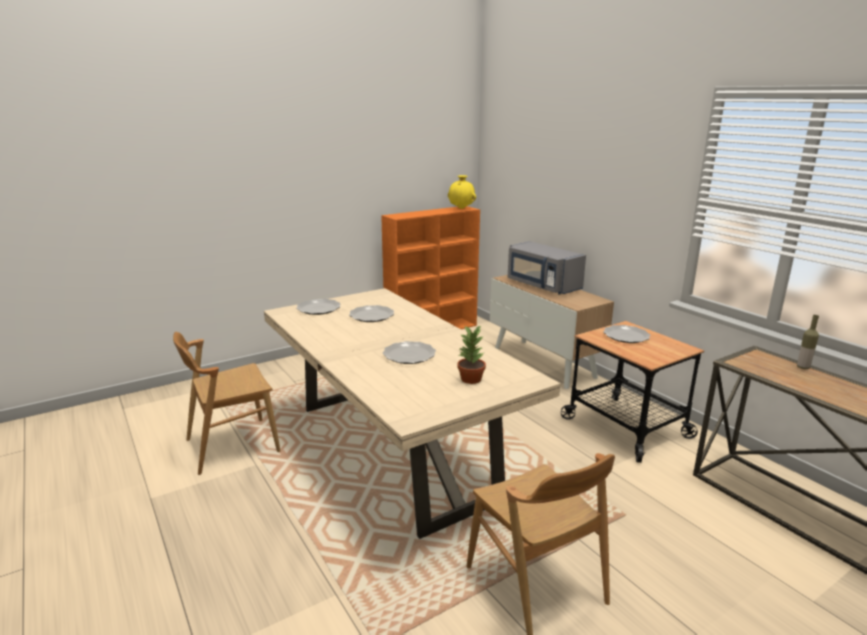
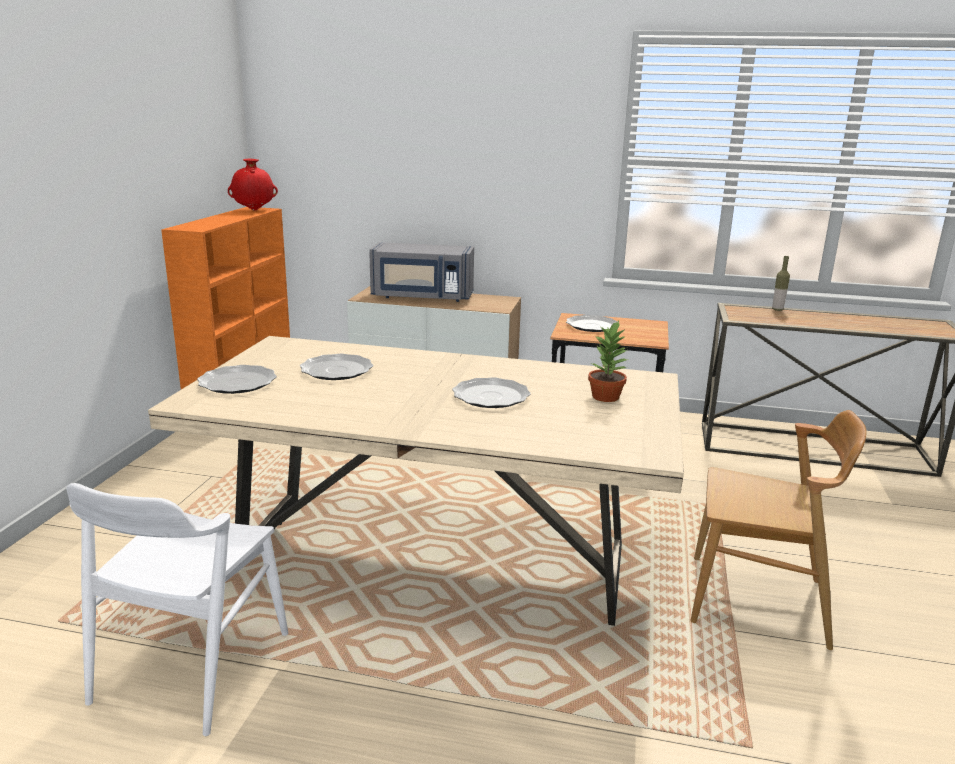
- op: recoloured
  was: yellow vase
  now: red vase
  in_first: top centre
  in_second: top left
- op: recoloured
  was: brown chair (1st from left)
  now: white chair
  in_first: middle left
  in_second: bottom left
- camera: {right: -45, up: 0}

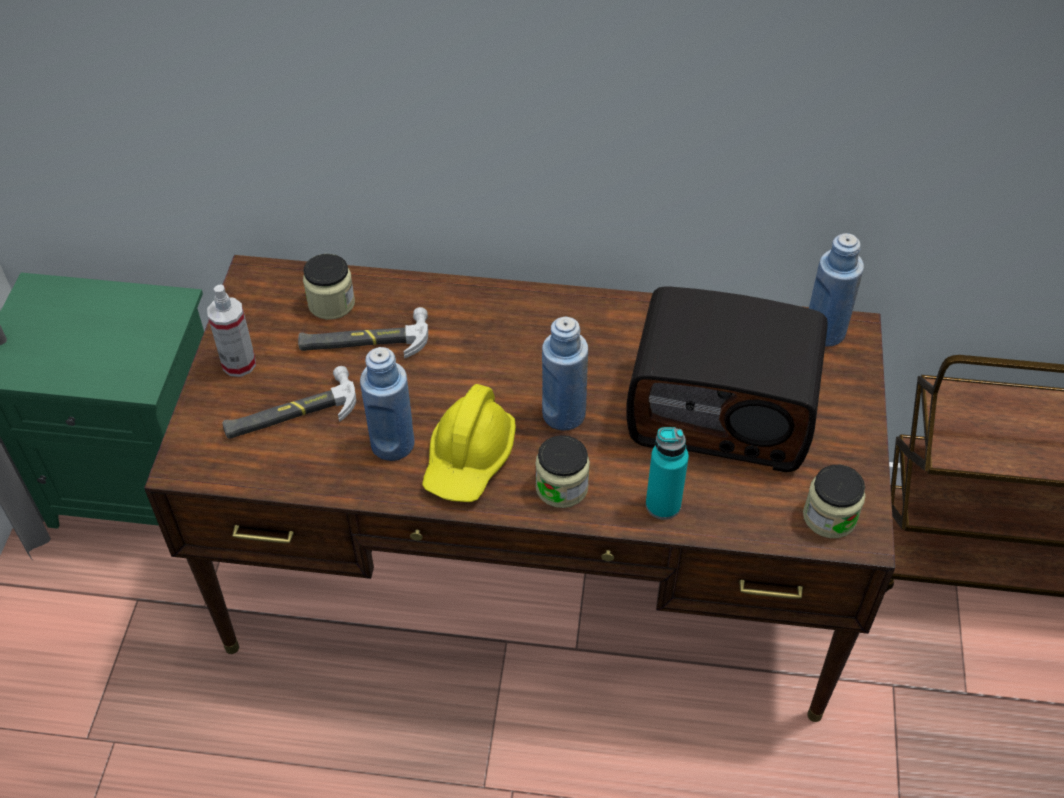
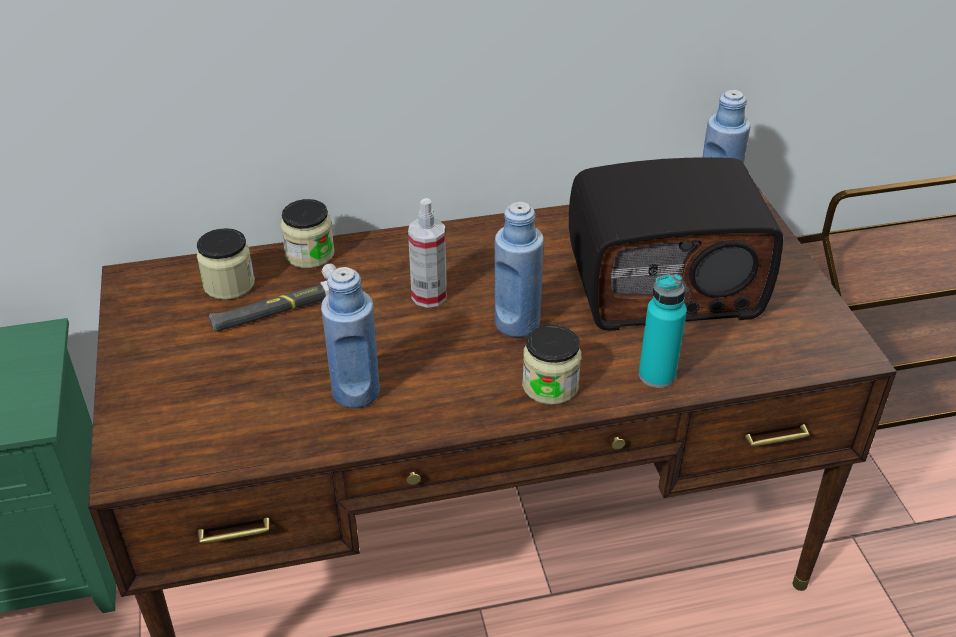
- op: moved
  was: spray bottle
  in_first: middle left
  in_second: centre
- op: removed
  was: hammer (1st from left)
  in_first: middle left
- op: removed
  was: yellow hard hat
  in_first: centre
- op: moved
  was: jar (3rd from left in the first image)
  now: jar (2nd from left)
  in_first: middle right
  in_second: middle left
- camera: {right: -20, up: -10}

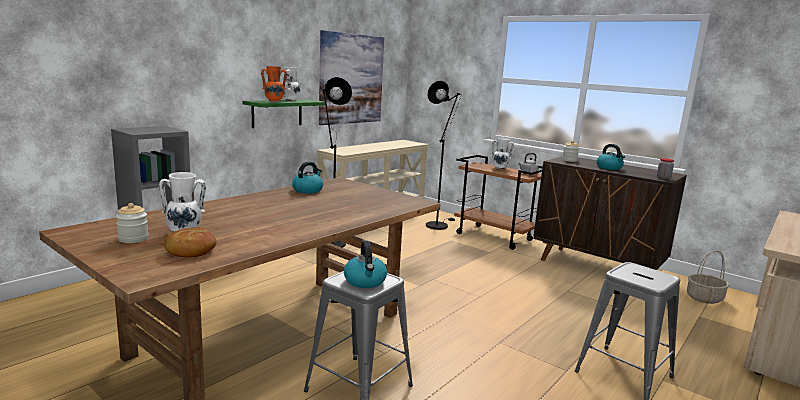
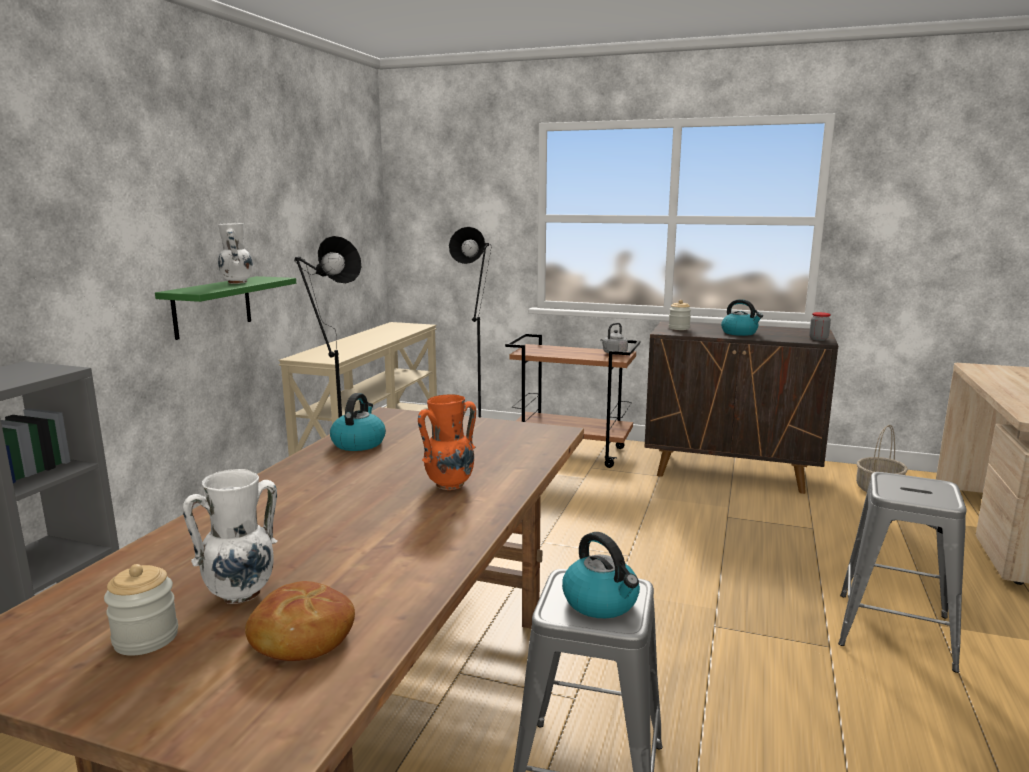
- op: removed
  was: picture
  in_first: top centre
- op: moved
  was: orange vase
  in_first: top centre
  in_second: centre
- op: removed
  was: white vase (3rd from left)
  in_first: centre
- camera: {right: -20, up: 0}

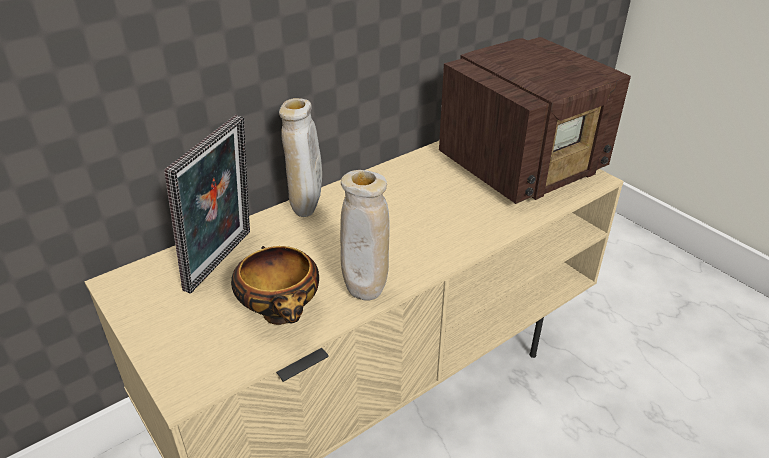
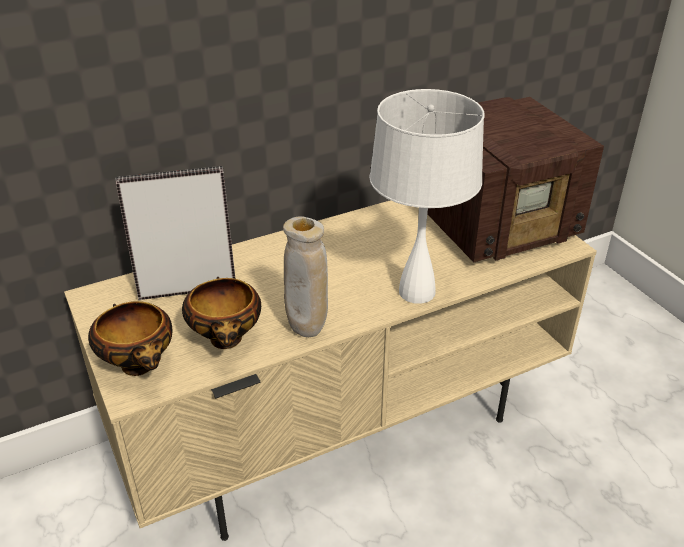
- op: removed
  was: beige vase (1st from left)
  in_first: centre
- op: turned
  was: picture frame
  in_first: middle left
  in_second: middle left
  clockwise: -135
- op: added
  now: white table lamp
  in_second: centre
- op: added
  now: bowl (1st from left)
  in_second: middle left
- camera: {right: 10, up: 0}

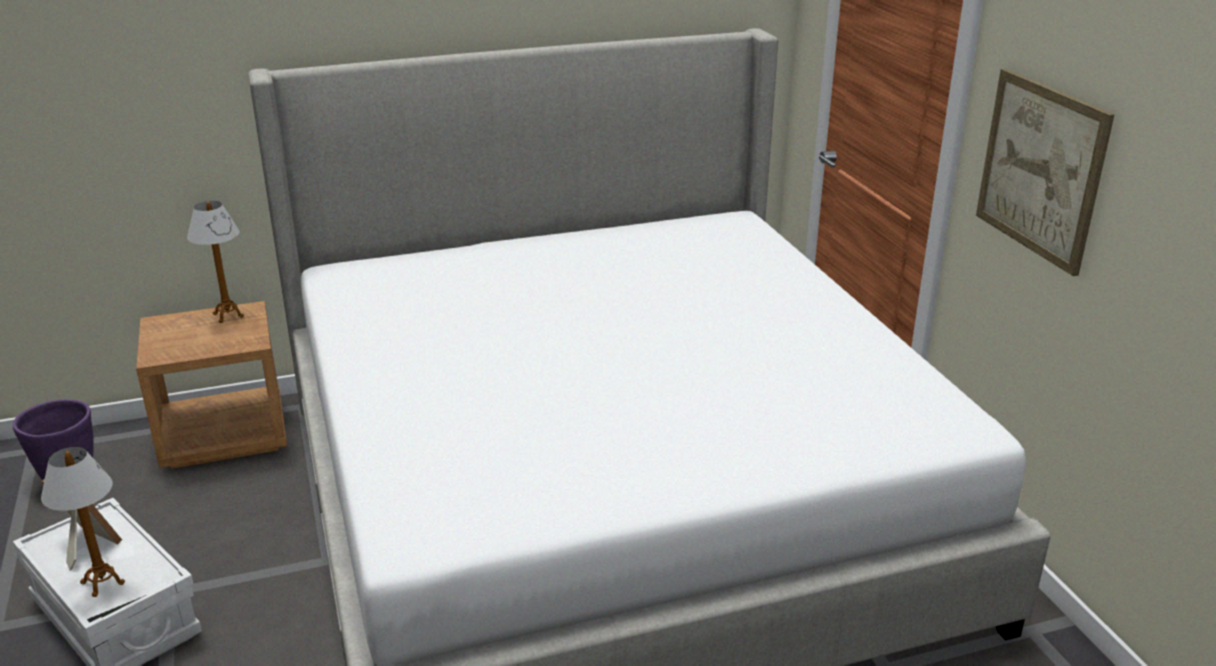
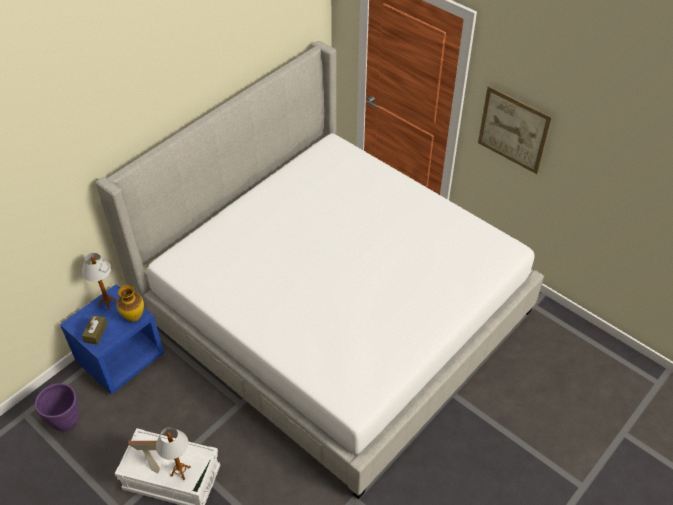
- op: recoloured
  was: brown nightstand
  now: blue nightstand
  in_first: middle left
  in_second: bottom left
- op: added
  now: vase
  in_second: middle left
- op: added
  now: brown tissue box
  in_second: middle left
- camera: {right: -30, up: 20}

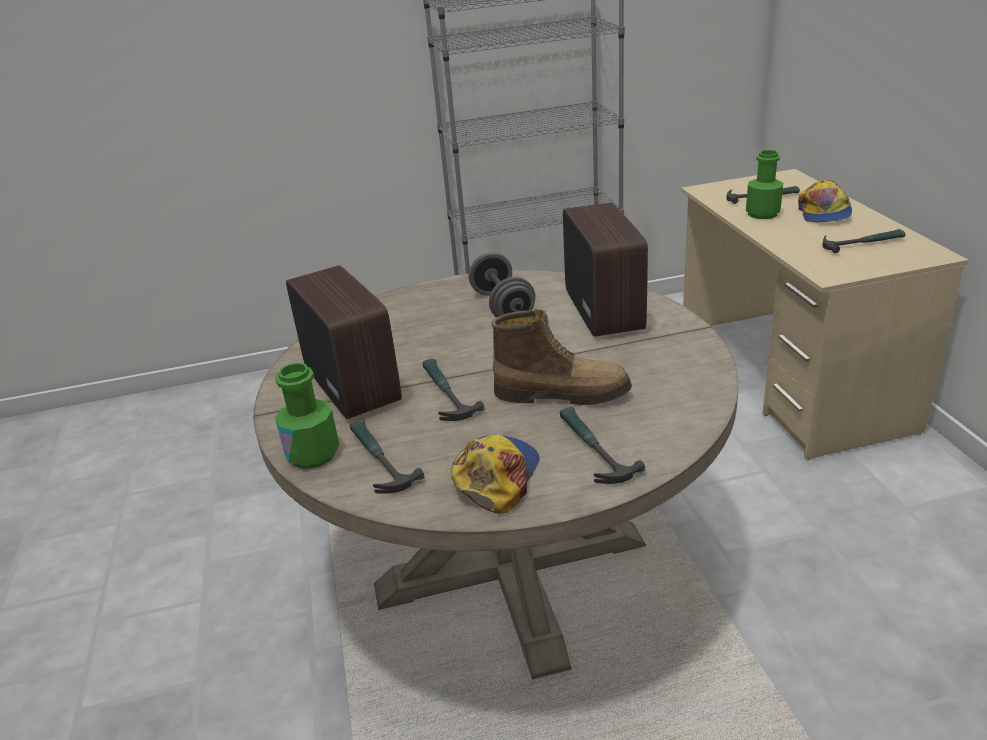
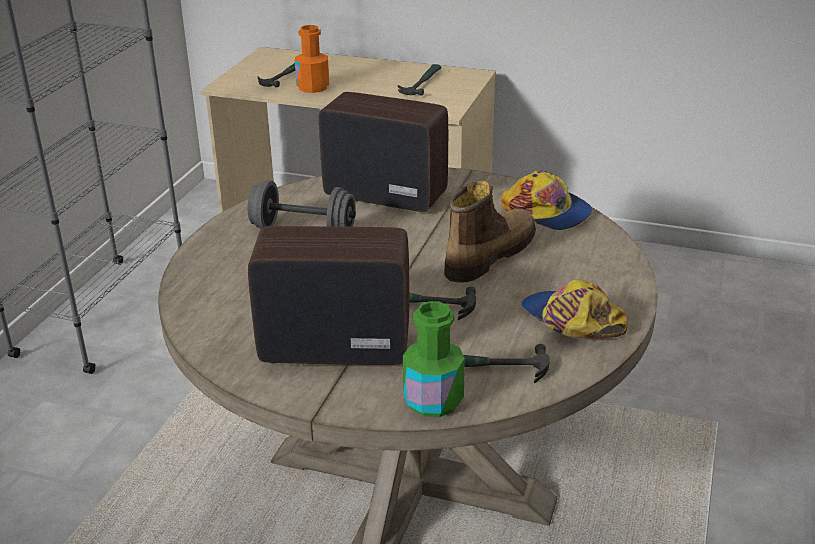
- op: recoloured
  was: green bottle (2nd from left)
  now: orange bottle
  in_first: top right
  in_second: top centre
- op: moved
  was: cap (2nd from left in the first image)
  now: cap (1st from left)
  in_first: top right
  in_second: middle right
- op: removed
  was: hammer (3rd from left)
  in_first: centre
- camera: {right: -60, up: 0}

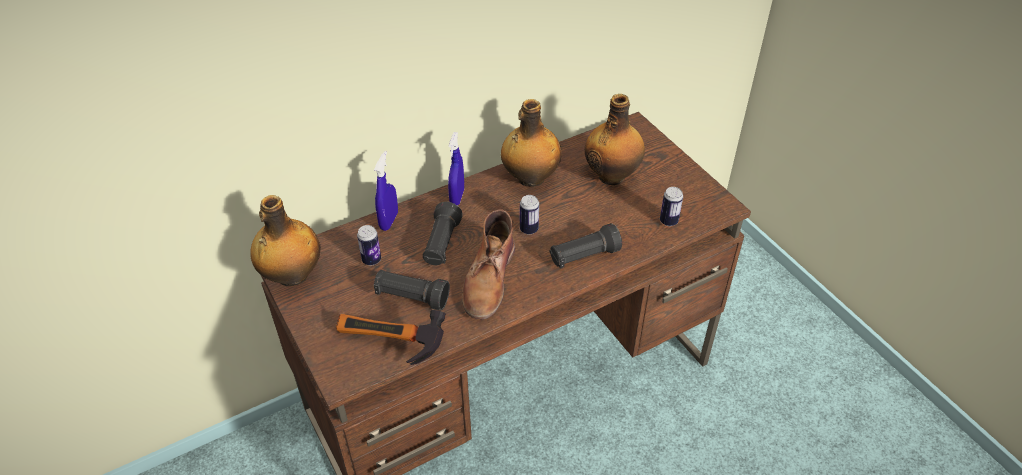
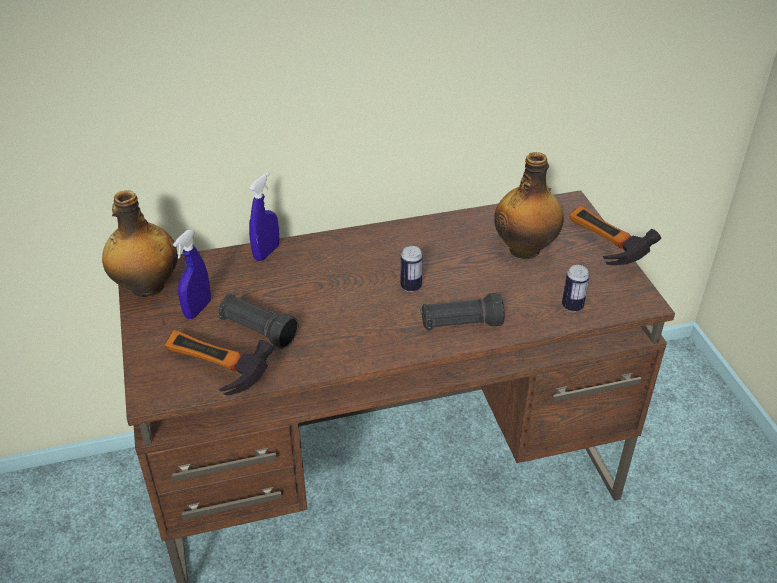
- op: removed
  was: bottle (2nd from left)
  in_first: top centre
- op: moved
  was: blue spray bottle (2nd from left in the first image)
  now: blue spray bottle (1st from left)
  in_first: centre
  in_second: middle left
- op: removed
  was: black flashlight (2nd from left)
  in_first: centre
- op: removed
  was: brown boot
  in_first: centre
- op: removed
  was: can (1st from left)
  in_first: centre
- op: added
  now: hammer (2nd from left)
  in_second: middle right
- camera: {right: 15, up: -5}

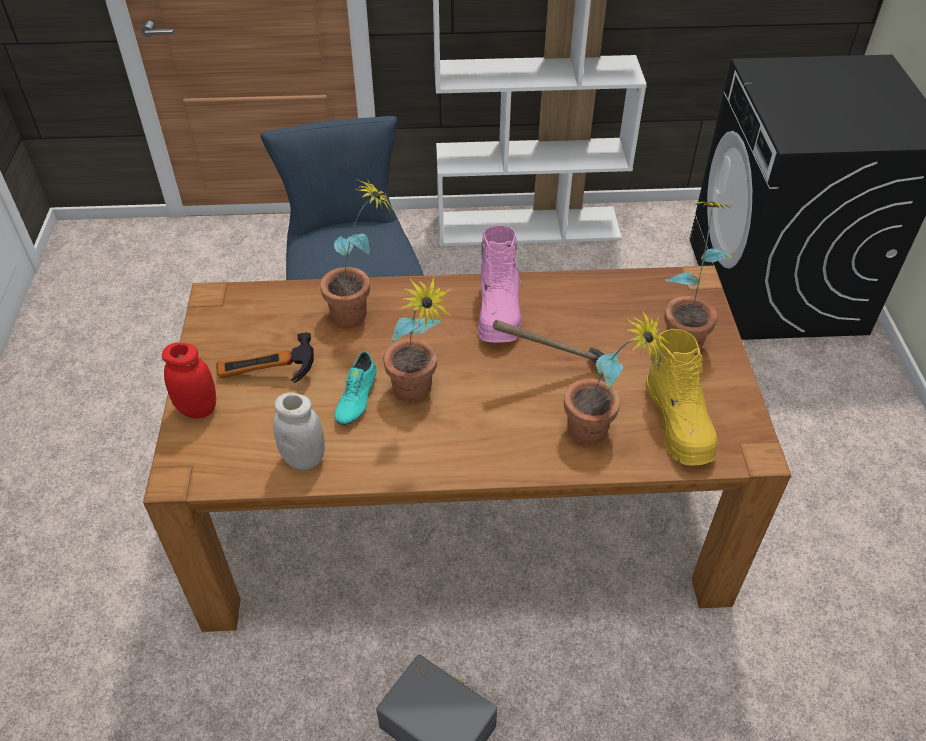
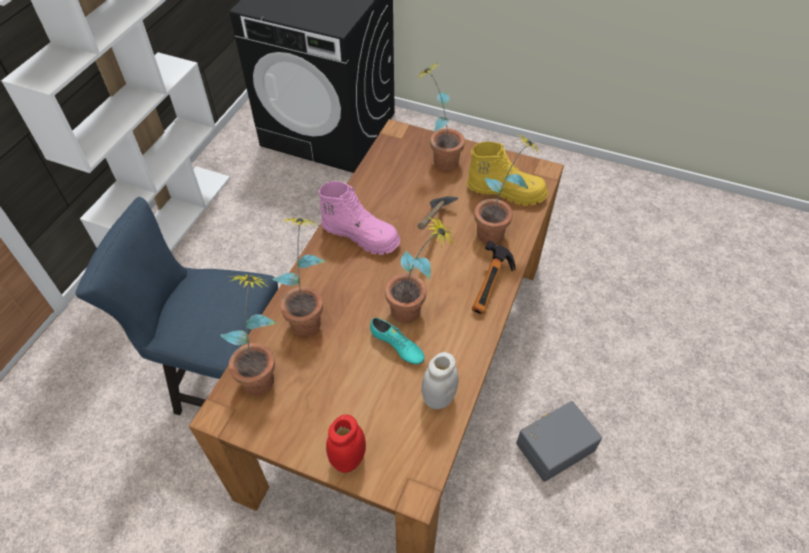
- op: moved
  was: hammer (1st from left in the first image)
  now: hammer (2nd from left)
  in_first: middle left
  in_second: centre
- op: added
  now: potted plant (1st from left)
  in_second: middle left
- camera: {right: -65, up: 5}

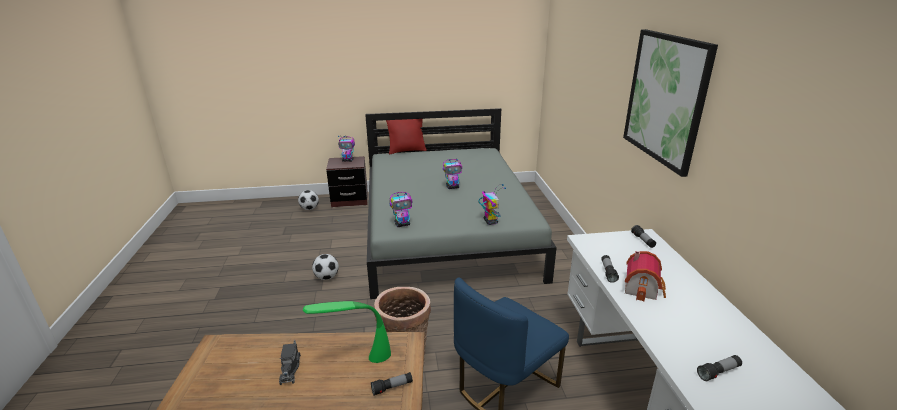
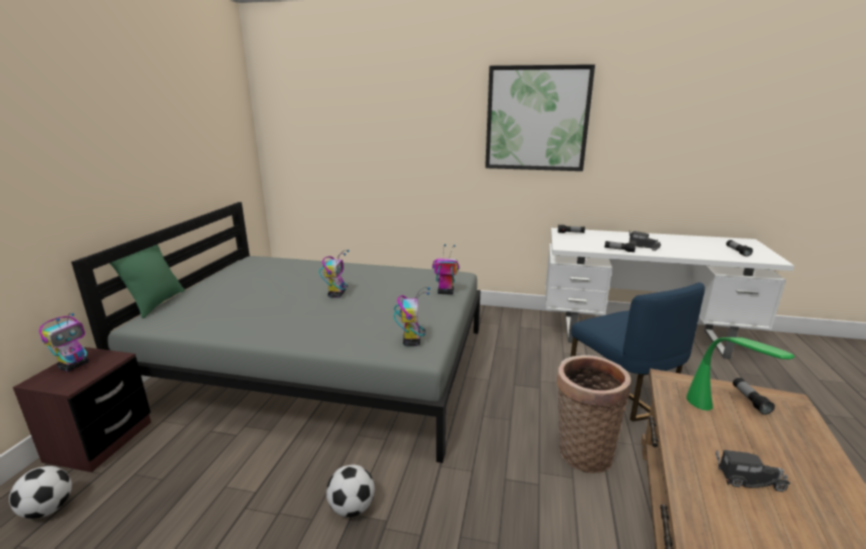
- op: recoloured
  was: red pillow
  now: green pillow
  in_first: centre
  in_second: middle left
- op: replaced
  was: toy house
  now: toy truck (1st from left)
  in_first: bottom right
  in_second: middle right
- camera: {right: -70, up: -5}

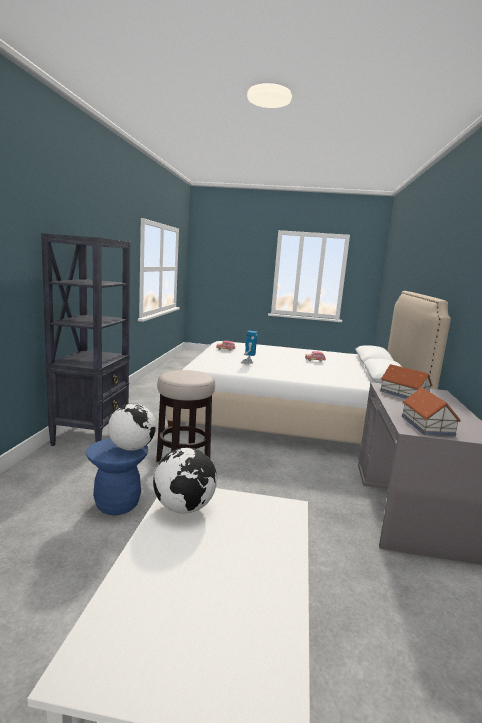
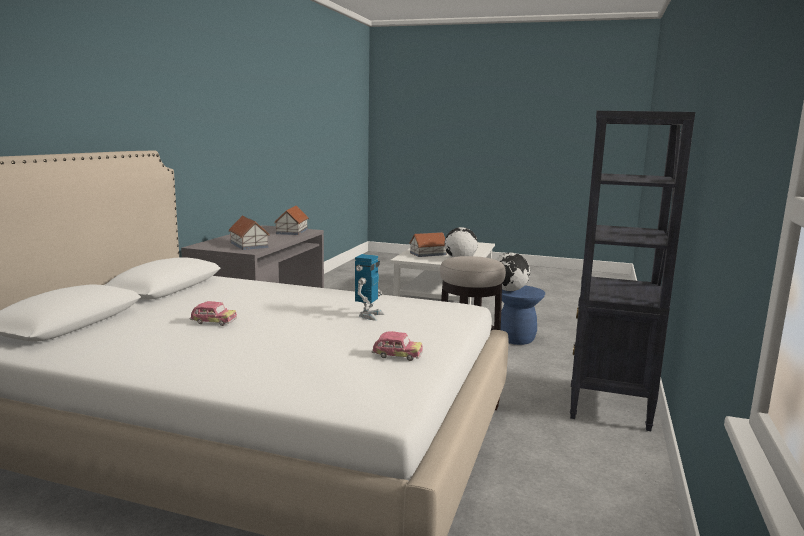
- op: added
  now: toy house (3rd from left)
  in_second: centre
- camera: {right: -170, up: 0}

